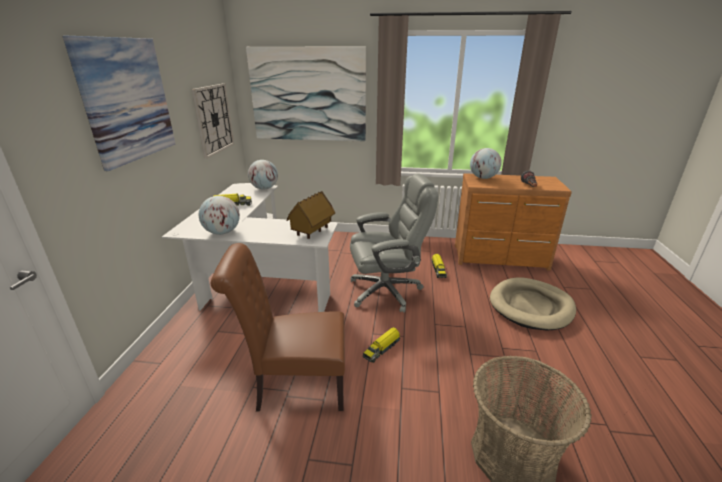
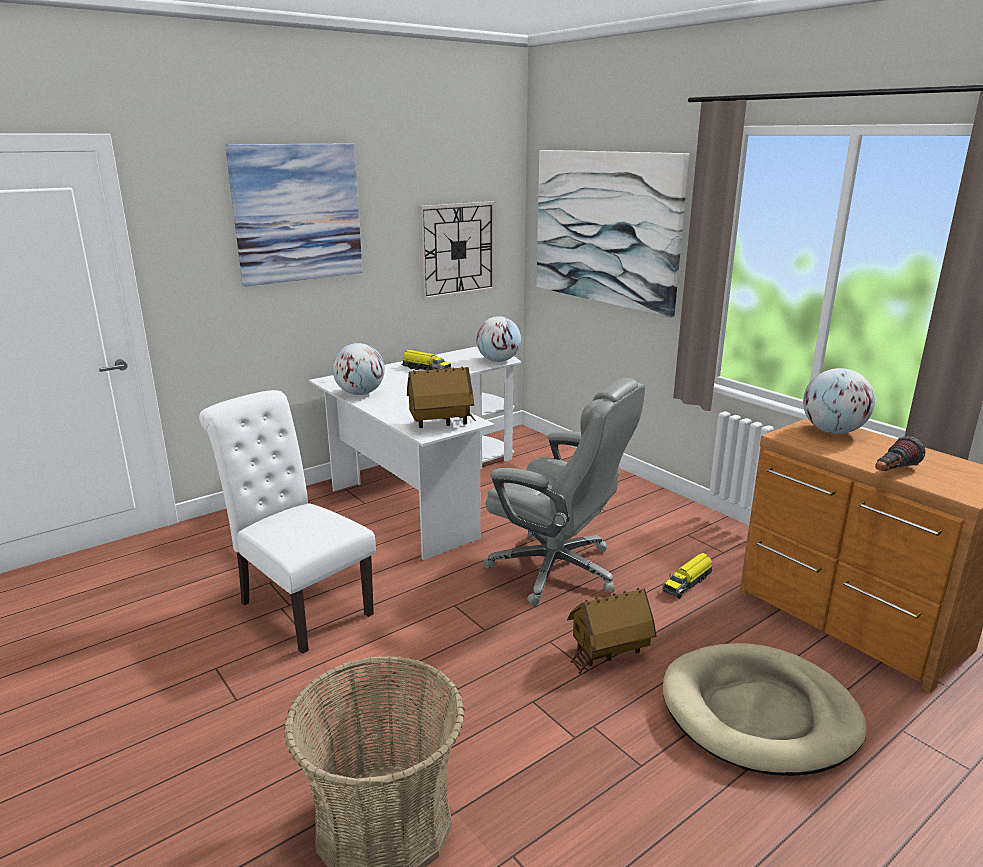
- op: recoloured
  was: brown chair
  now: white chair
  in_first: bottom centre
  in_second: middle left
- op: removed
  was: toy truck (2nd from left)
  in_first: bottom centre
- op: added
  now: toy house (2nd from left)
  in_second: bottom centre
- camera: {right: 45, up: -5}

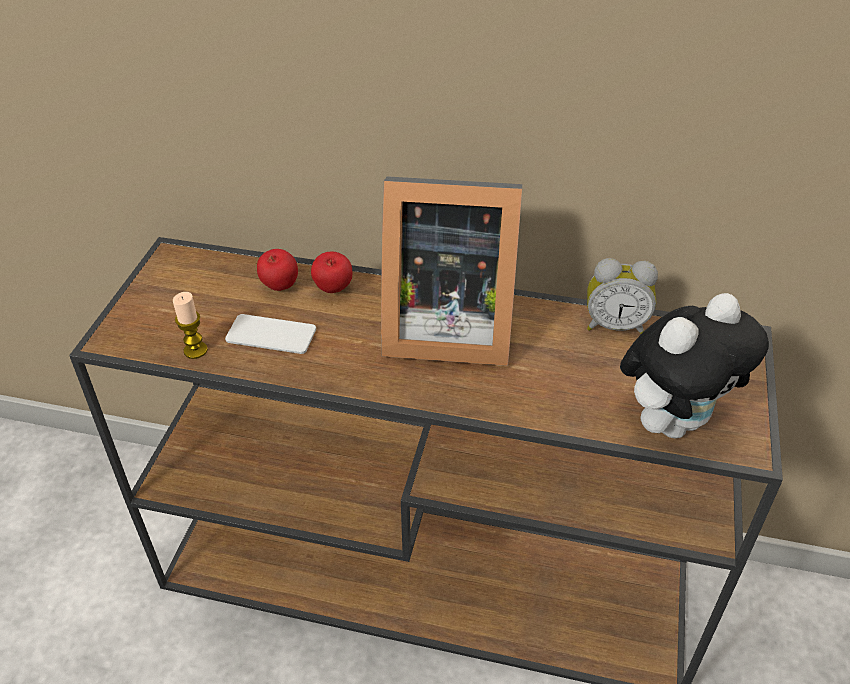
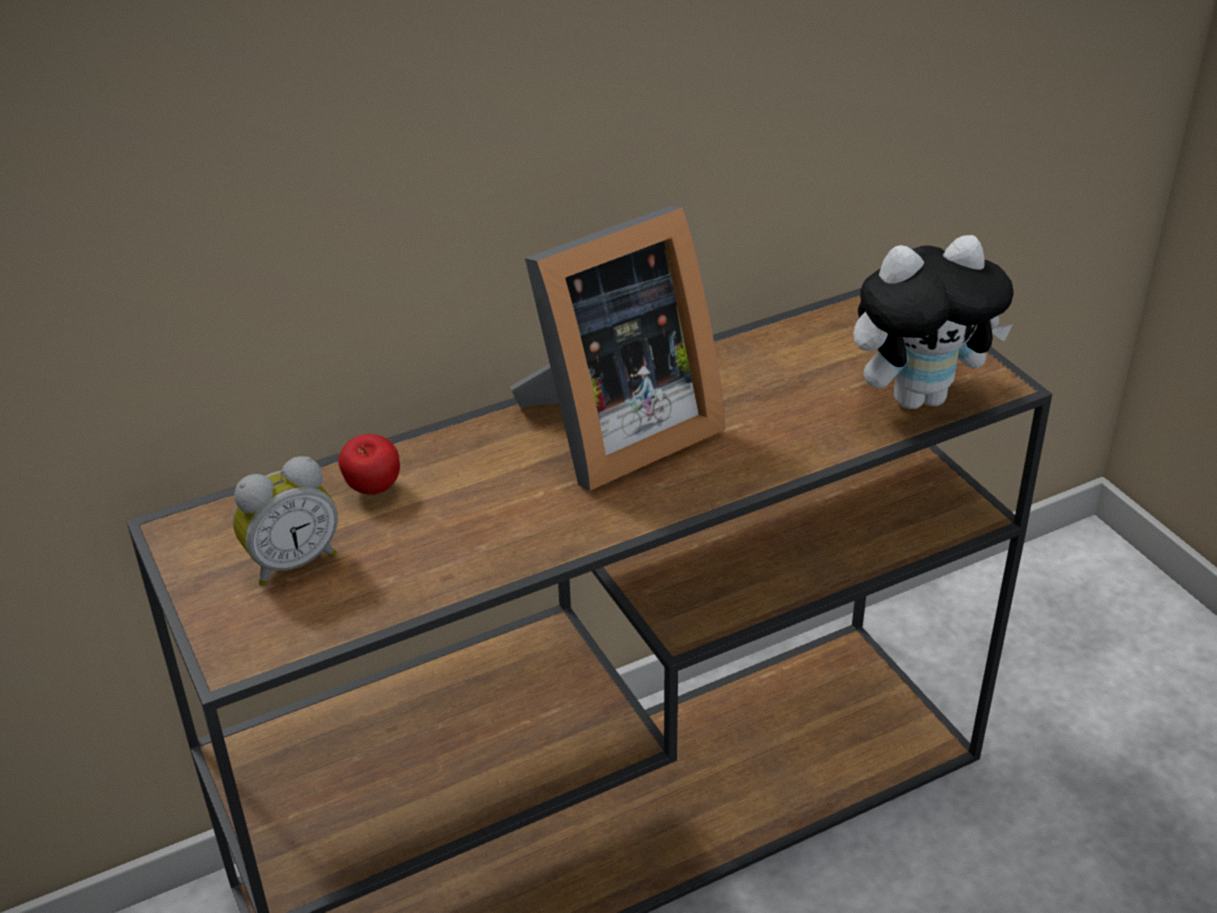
- op: removed
  was: apple (2nd from left)
  in_first: centre
- op: moved
  was: alarm clock
  in_first: middle right
  in_second: middle left
- op: removed
  was: candle
  in_first: middle left
- op: turned
  was: plush toy
  in_first: middle right
  in_second: middle right
  clockwise: 60
- op: removed
  was: phone
  in_first: middle left
- camera: {right: -40, up: -5}

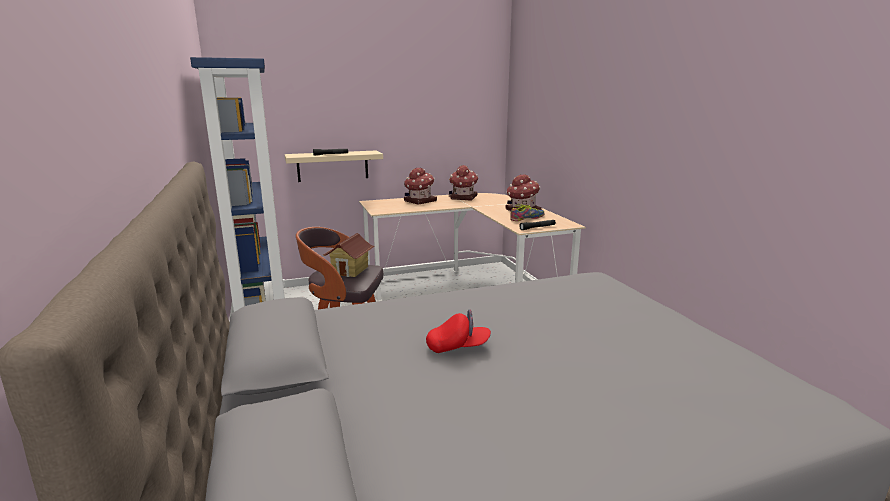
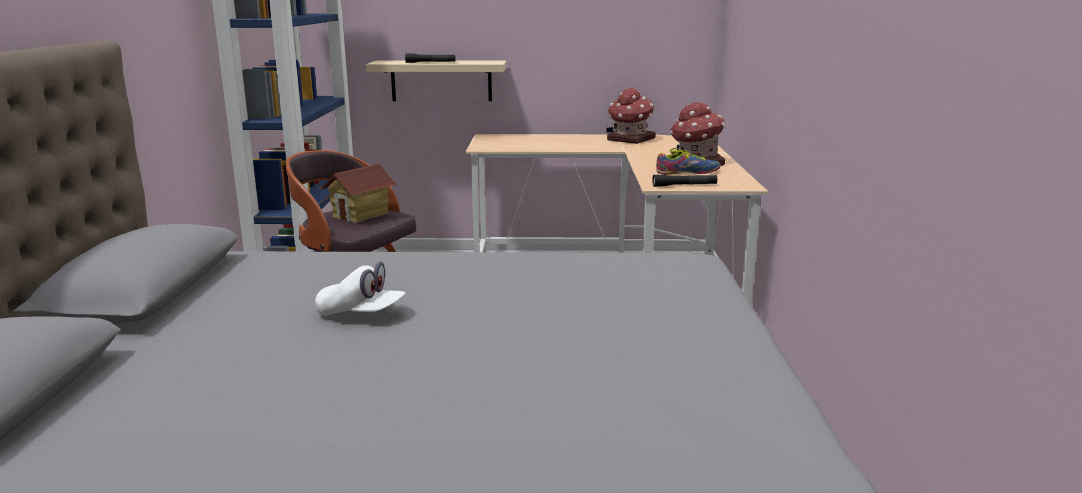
- op: removed
  was: toy house (2nd from left)
  in_first: centre
- op: recoloured
  was: red cap
  now: white cap
  in_first: centre
  in_second: middle left
- camera: {right: 20, up: 0}

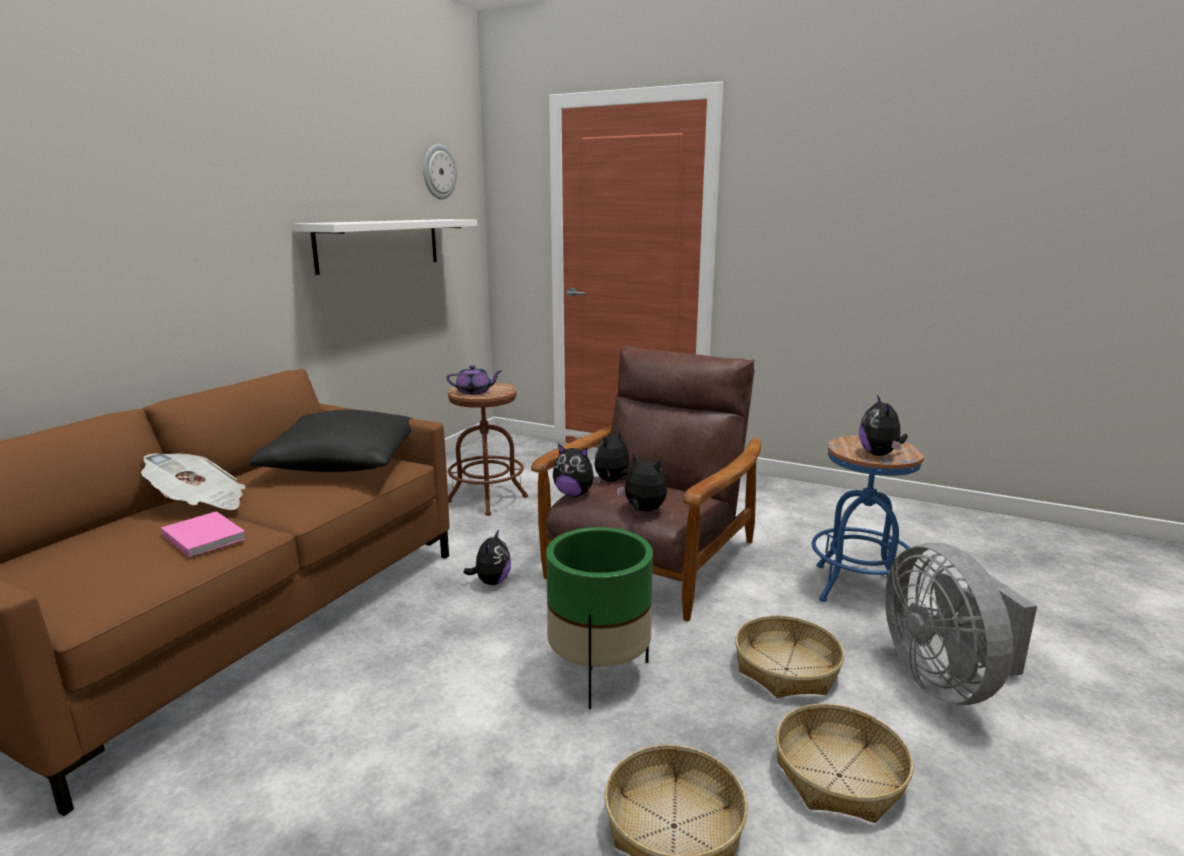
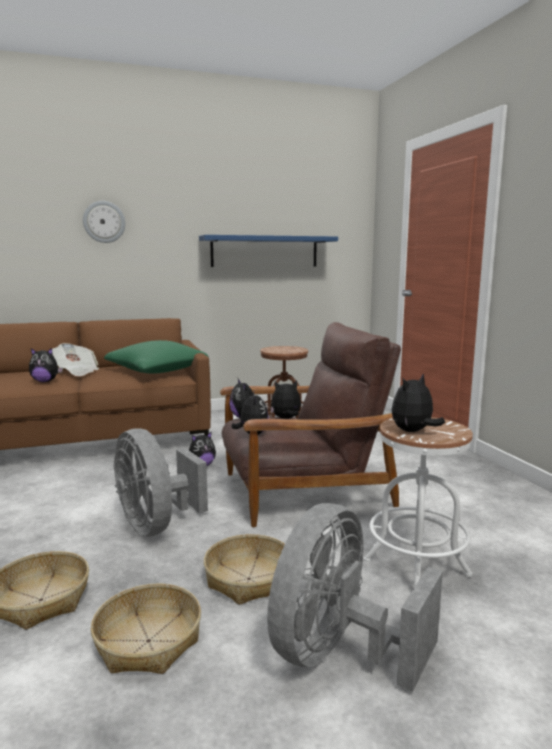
- op: moved
  was: wall clock
  in_first: top centre
  in_second: top left
- op: recoloured
  was: white shelf
  now: blue shelf
  in_first: top left
  in_second: centre
- op: removed
  was: purple teapot
  in_first: centre
- op: recoloured
  was: black pillow
  now: green pillow
  in_first: middle left
  in_second: middle left
- op: recoloured
  was: blue stool
  now: white stool
  in_first: middle right
  in_second: bottom right
- op: replaced
  was: pink book
  now: plush toy (1st from left)
  in_first: middle left
  in_second: middle left
- op: replaced
  was: green planter
  now: grey fan (1st from left)
  in_first: bottom centre
  in_second: middle left
- camera: {right: 45, up: -5}

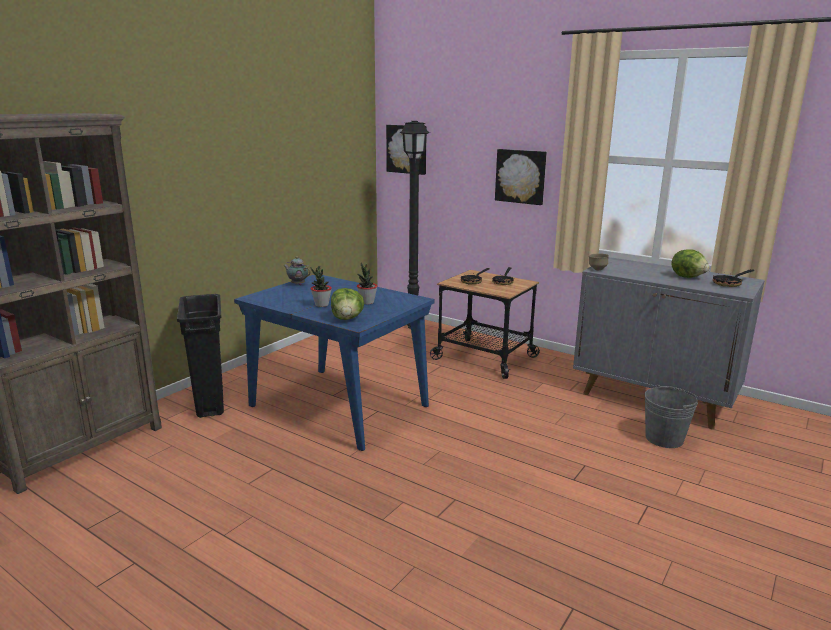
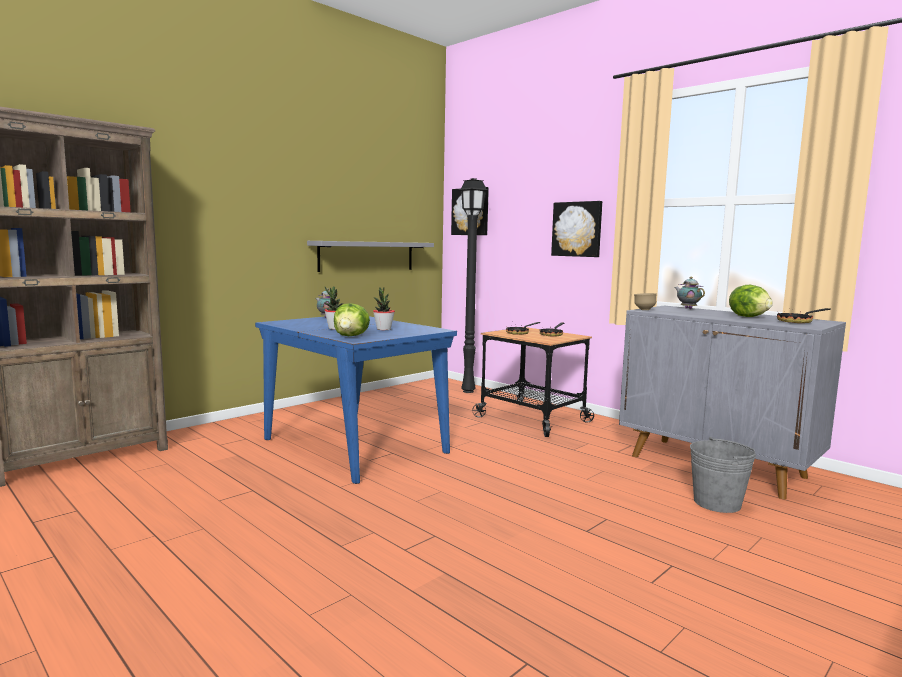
- op: removed
  was: black trash can
  in_first: middle left
- op: added
  now: grey shelf
  in_second: centre
- op: added
  now: teapot (2nd from left)
  in_second: middle right
- camera: {right: 10, up: -10}

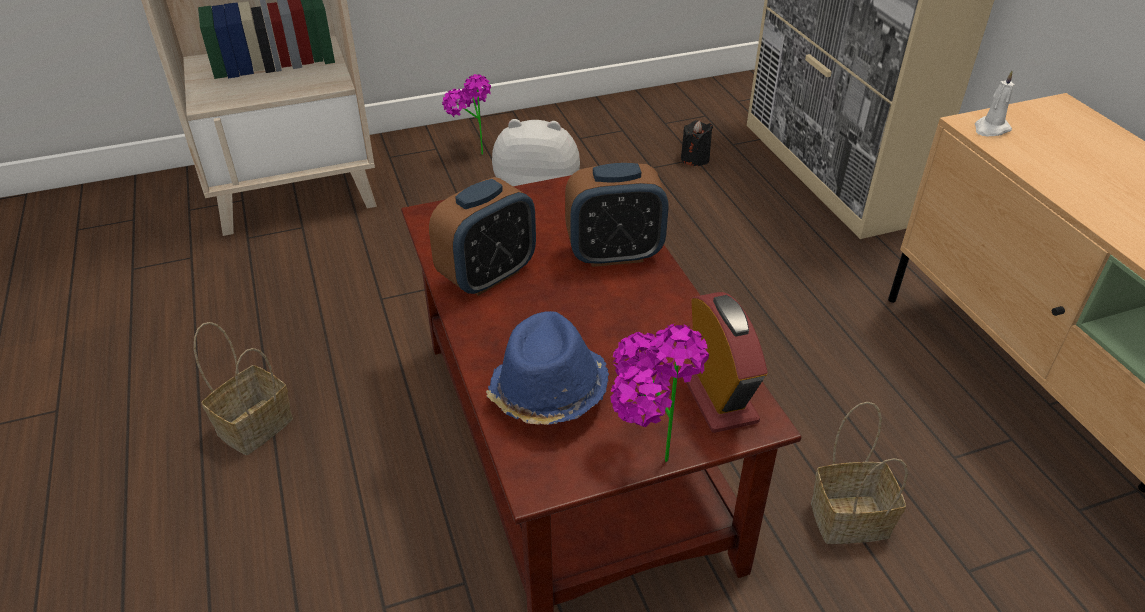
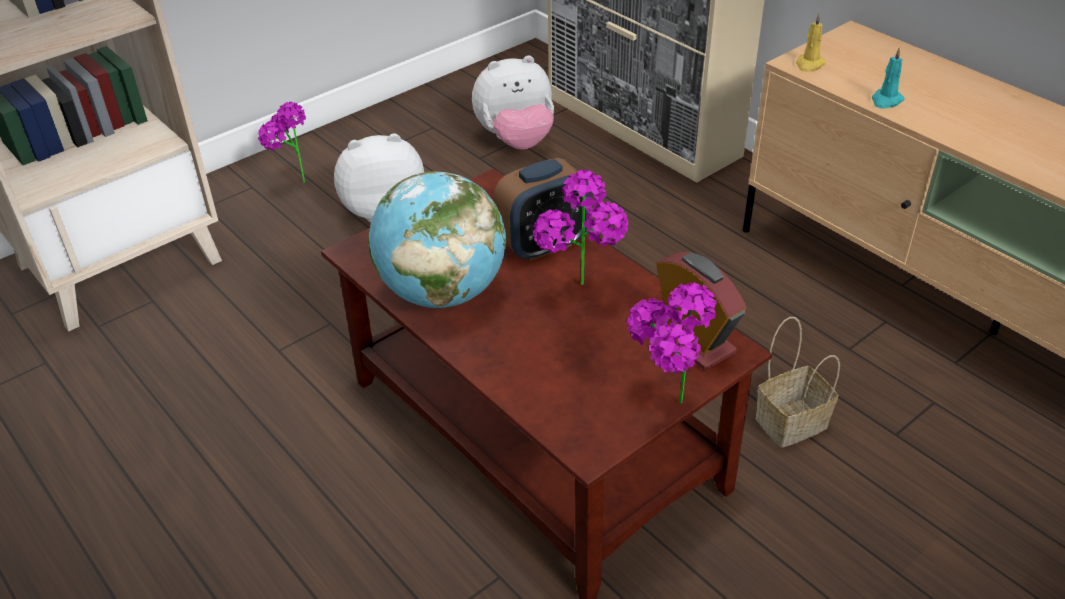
- op: recoloured
  was: white candle
  now: yellow candle
  in_first: top right
  in_second: top right
- op: replaced
  was: black candle
  now: plush toy (2nd from left)
  in_first: top centre
  in_second: top centre
- op: replaced
  was: alarm clock (1st from left)
  now: globe
  in_first: centre
  in_second: centre
- op: removed
  was: blue hat
  in_first: centre
- op: removed
  was: basket (1st from left)
  in_first: middle left
- op: added
  now: turquoise candle
  in_second: top right
- op: added
  now: potted plant (2nd from left)
  in_second: centre
- camera: {right: -20, up: 0}

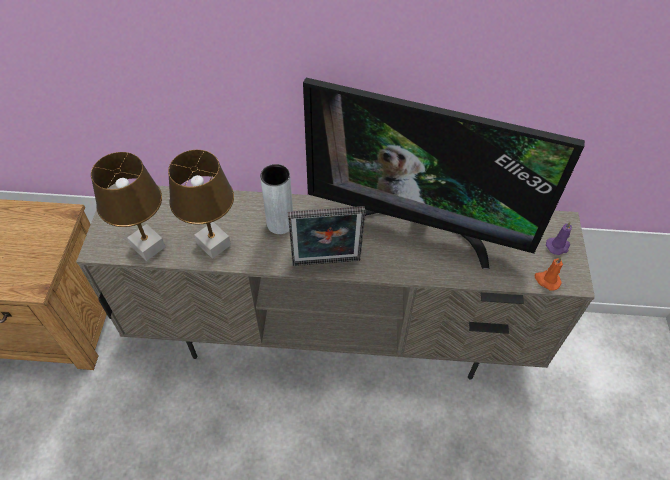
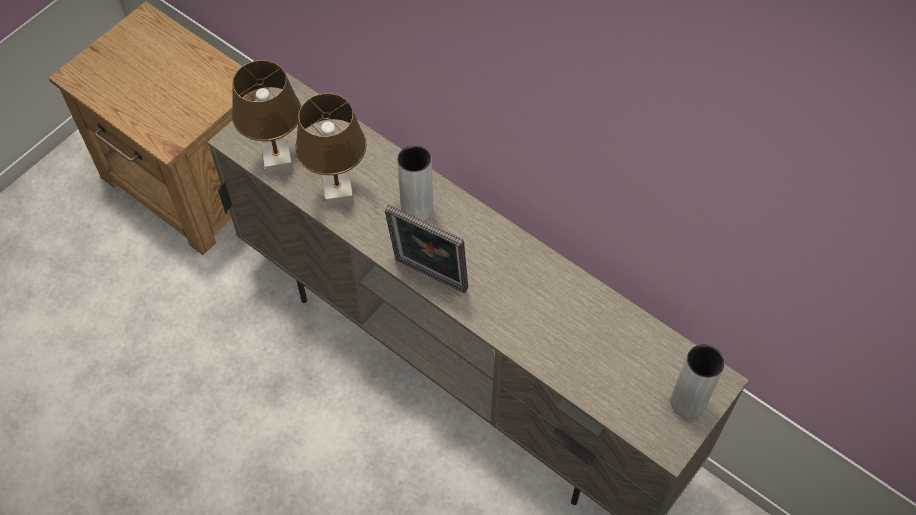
- op: removed
  was: television
  in_first: centre
- op: replaced
  was: purple candle
  now: grey vase (2nd from left)
  in_first: middle right
  in_second: bottom right
- op: removed
  was: orange candle
  in_first: middle right
- camera: {right: 35, up: 5}

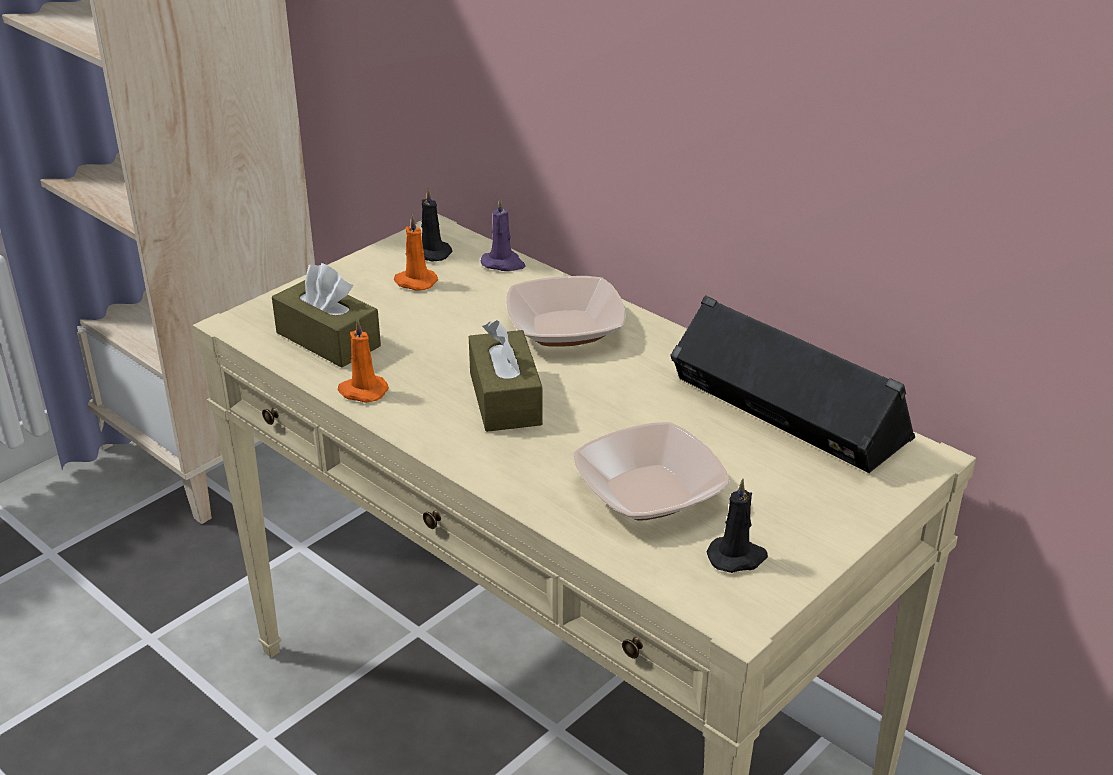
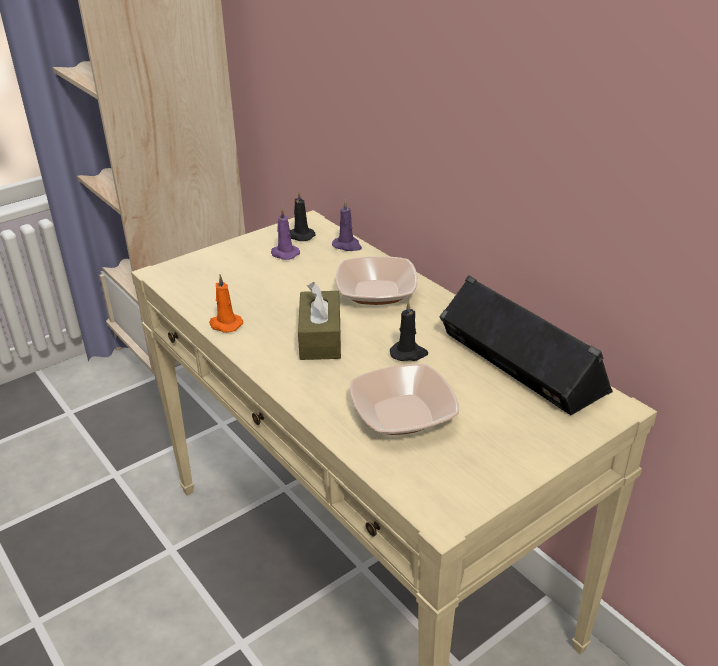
- op: recoloured
  was: orange candle (2nd from left)
  now: purple candle (1st from left)
  in_first: top centre
  in_second: centre
- op: removed
  was: brown tissue box (1st from left)
  in_first: middle left
- op: moved
  was: black candle (2nd from left)
  in_first: bottom centre
  in_second: centre
- camera: {right: 10, up: 0}

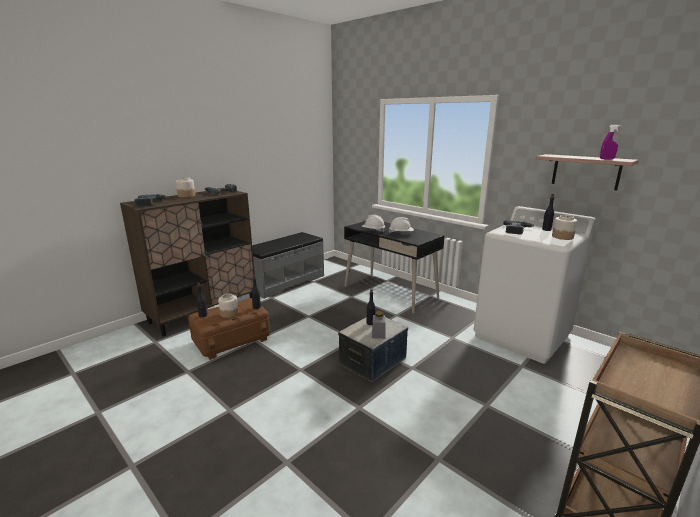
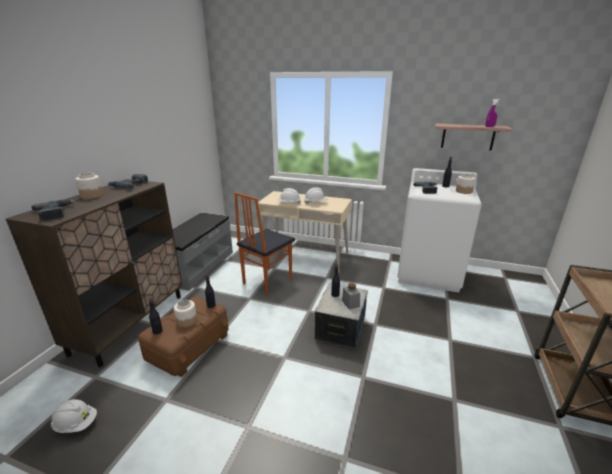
- op: recoloured
  was: black desk
  now: beige desk
  in_first: centre
  in_second: centre
- op: added
  now: chair
  in_second: centre
- op: added
  now: white hard hat (1st from left)
  in_second: bottom left
- camera: {right: -25, up: 5}

